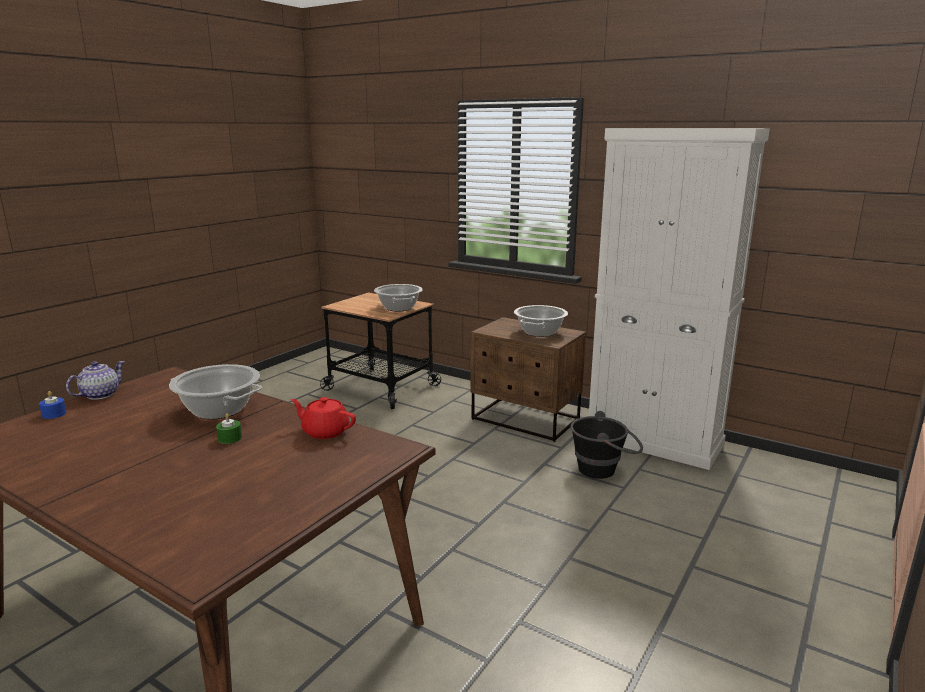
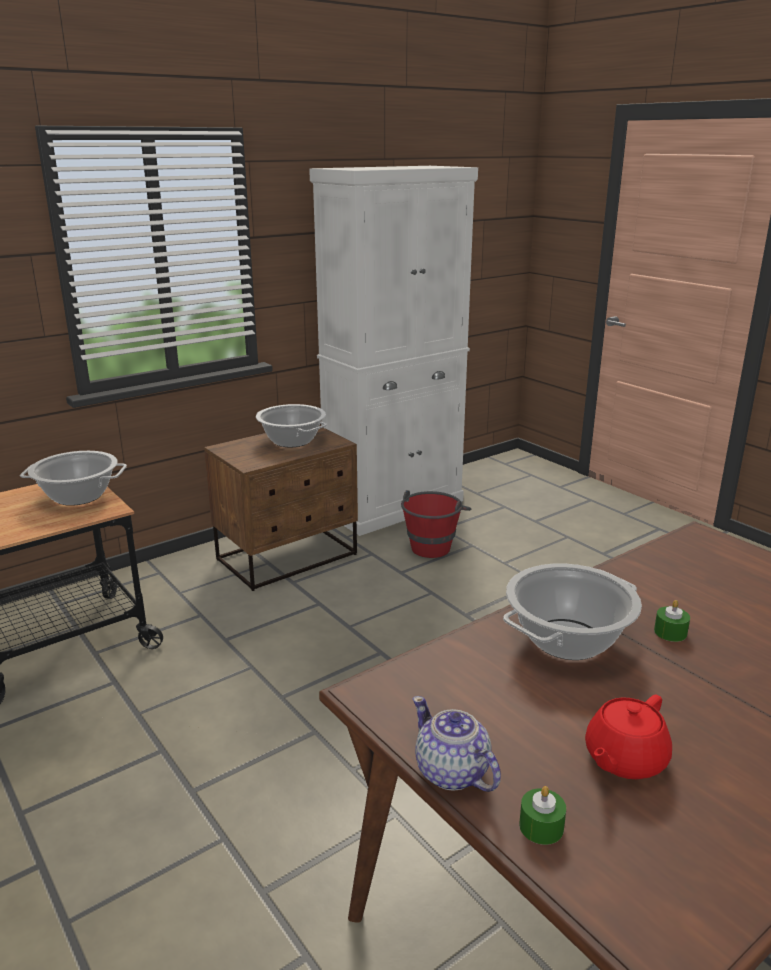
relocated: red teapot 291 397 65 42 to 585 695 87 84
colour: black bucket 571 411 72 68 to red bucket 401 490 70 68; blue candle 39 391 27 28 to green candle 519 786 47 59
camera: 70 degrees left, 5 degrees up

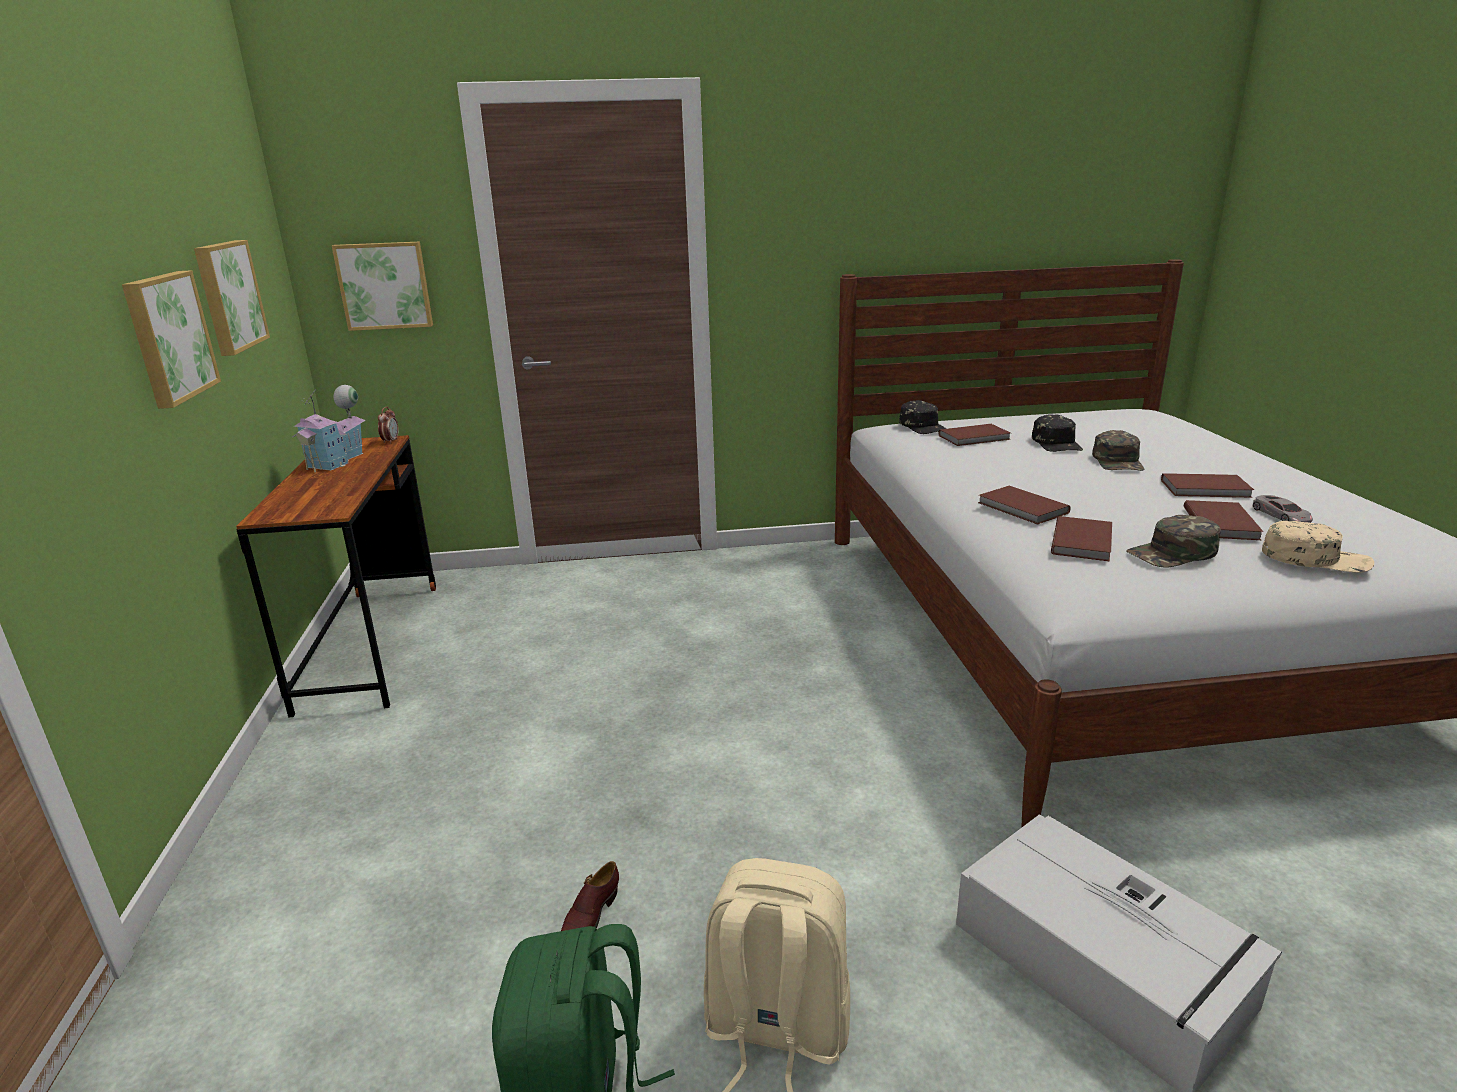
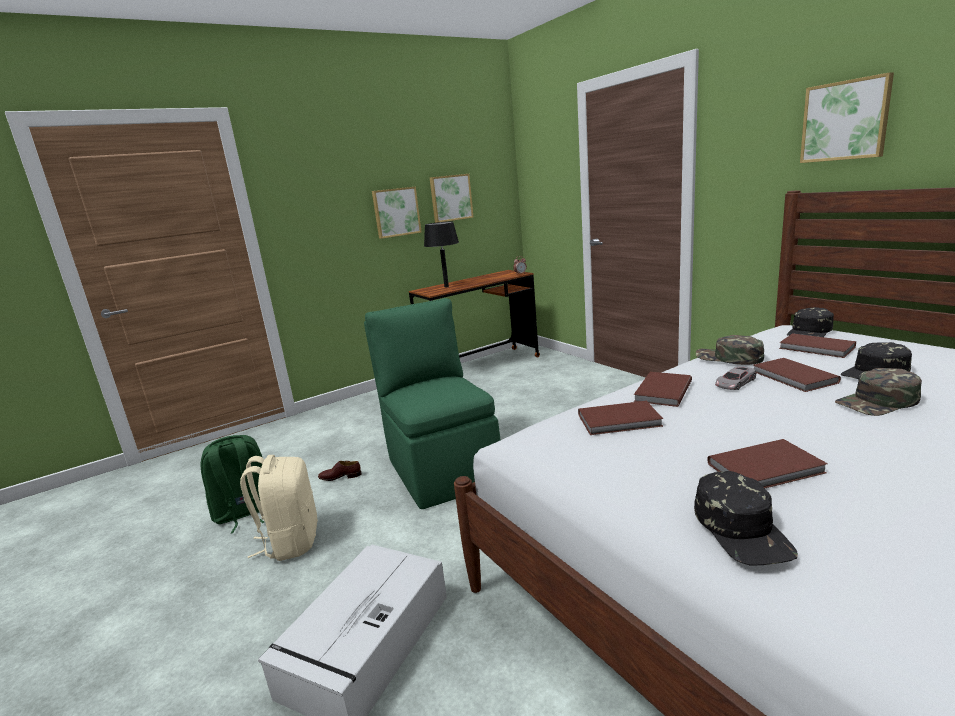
missing: toy house 293 385 73 87
appeared: green chair 364 298 137 211; black table lamp 424 221 35 67
relocated: green cap 1126 515 95 53 to 696 335 68 30; grey toy car 1252 495 61 28 to 715 366 41 24; brown book 1161 473 93 25 to 754 358 87 34; picture 332 242 101 89 to 800 72 94 91
colour: beige cap 1262 521 112 52 to black cap 694 471 104 95
camera: 65 degrees right, 5 degrees down

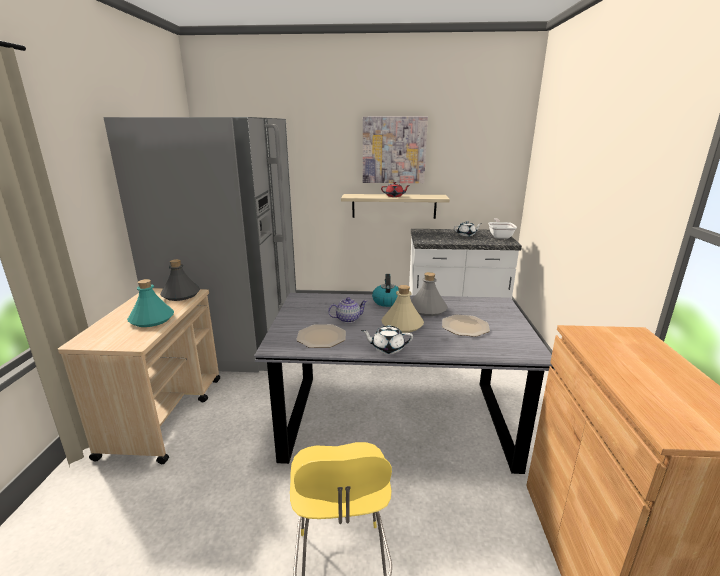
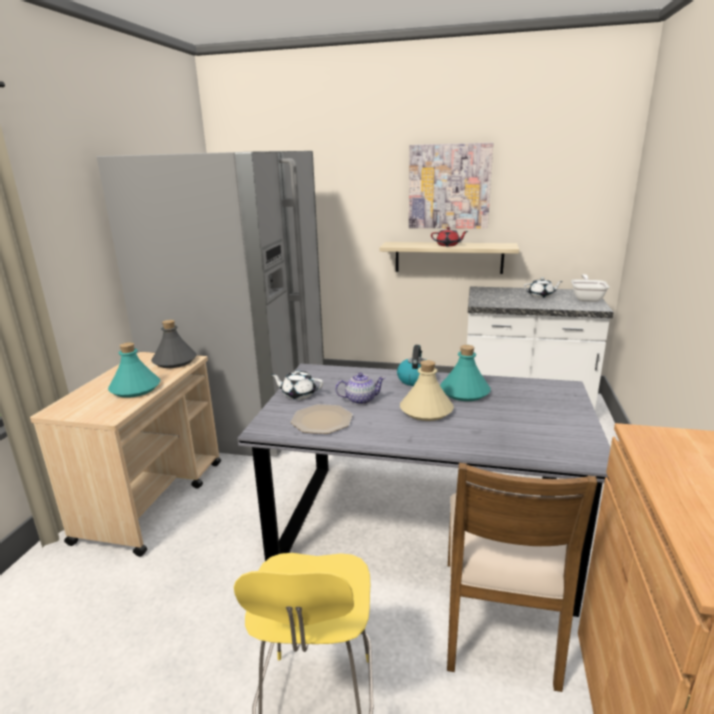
missing: plate 442 315 48 22
appeared: brown chair 447 463 150 229
relocated: white teapot 361 325 52 29 to 271 370 52 30
colour: grey bottle 411 272 37 44 to turquoise bottle 440 345 51 56
camera: 10 degrees right, 0 degrees up

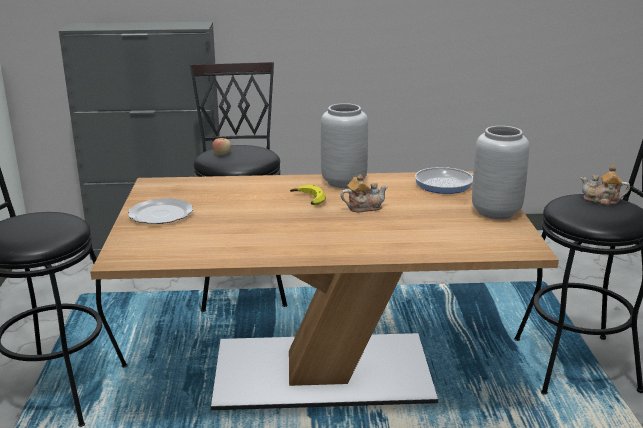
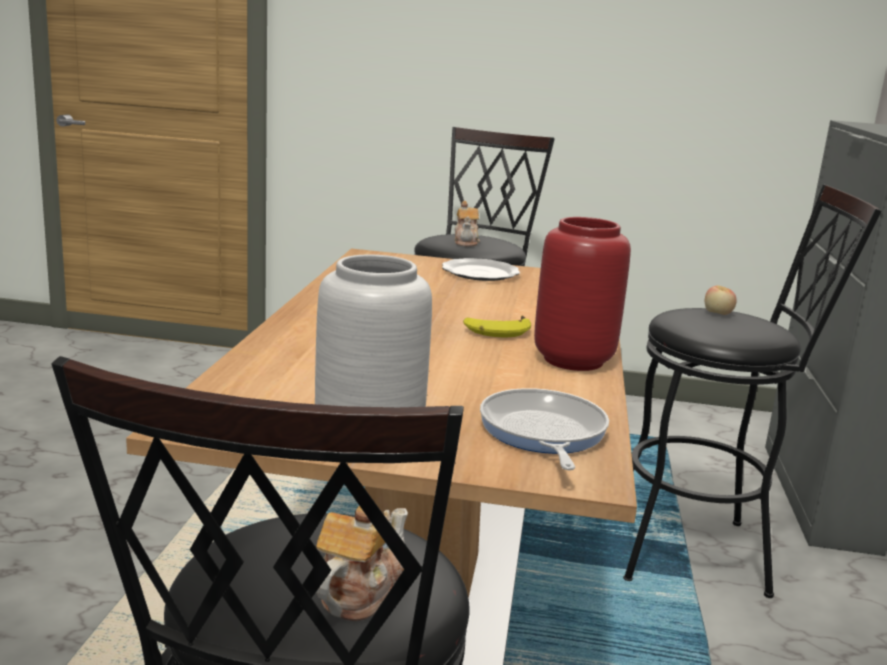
relocated: teapot 341 174 47 38 to 455 201 25 46
colour: grey vase 321 103 47 85 to red vase 534 217 97 154
camera: 100 degrees right, 5 degrees down

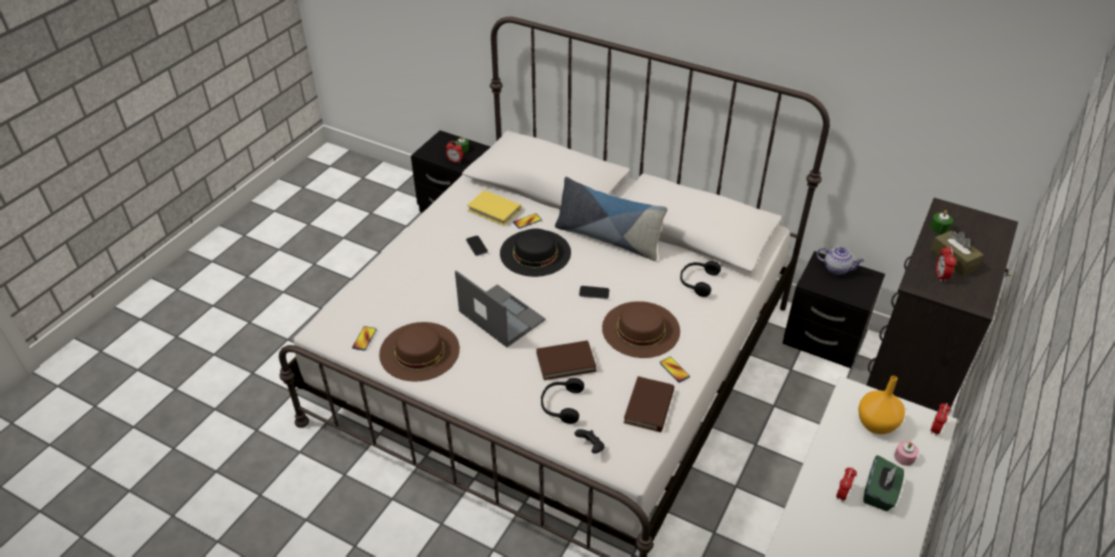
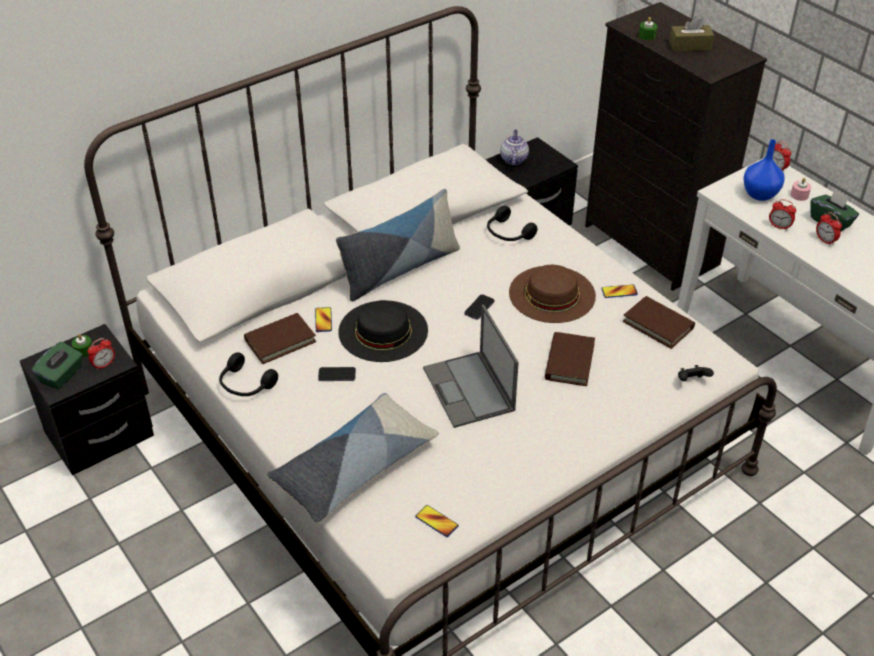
missing: brown hat 379 322 81 60
appeared: green tissue box 32 342 51 48; pillow 266 393 173 130
relocated: black headphones 541 378 43 46 to 219 352 59 44; alarm clock 936 246 20 36 to 769 199 27 32
colour: yellow book 467 190 54 36 to brown book 244 313 72 51; orange vase 858 376 47 58 to blue vase 743 139 41 62
spun: laptop 455 271 90 76 = 423 304 96 124 90 degrees counterclockwise; teapot 816 247 48 28 = 500 129 29 36 45 degrees counterclockwise
camera: 65 degrees left, 0 degrees up

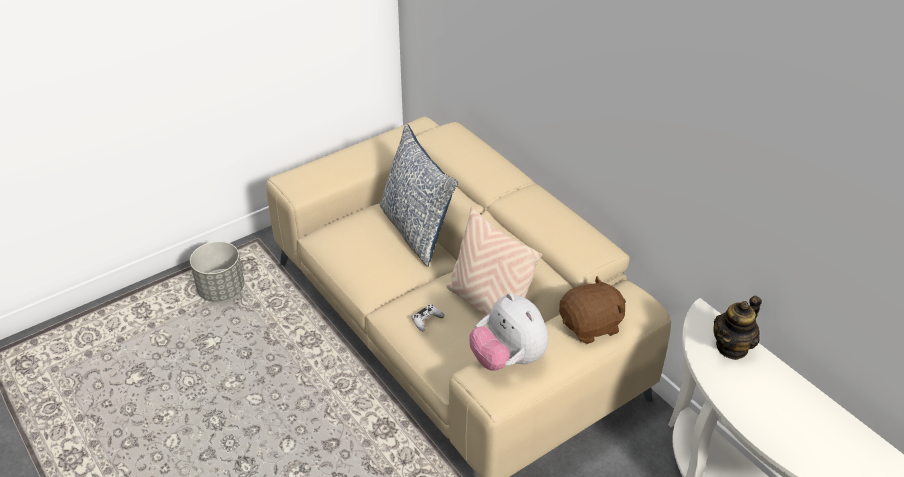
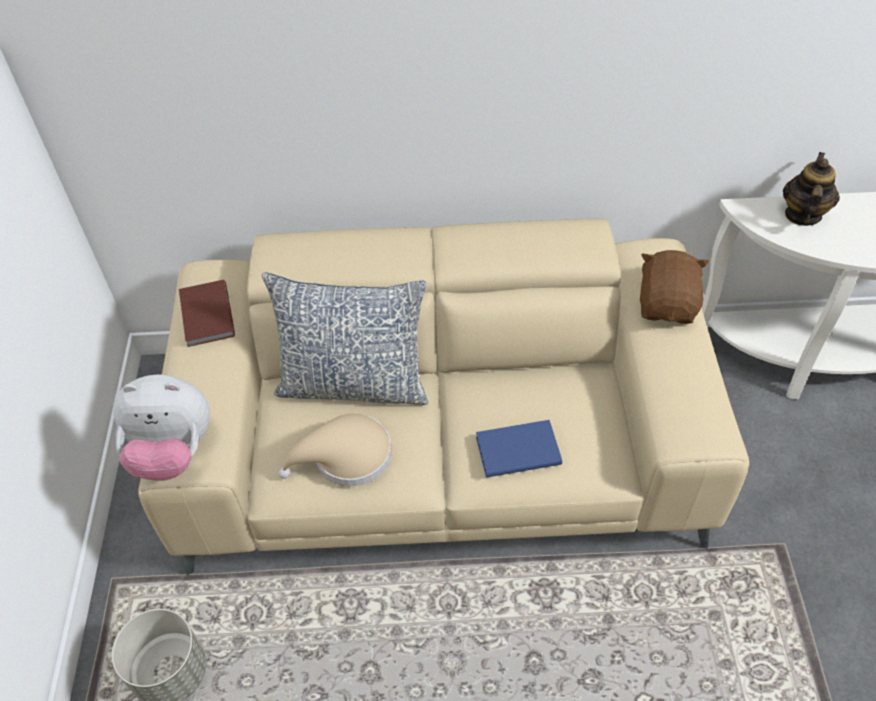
missing: beige pillow 446 207 96 109
appeared: brown book 179 280 56 67; beige hat 279 414 113 72
relocated: plush toy 469 293 79 77 to 113 374 97 107
exchanged: white game controller 411 304 33 27 to blue book 476 420 86 58
spun: teapot 713 296 49 64 = 783 152 57 74 150 degrees counterclockwise
camera: 55 degrees left, 10 degrees up

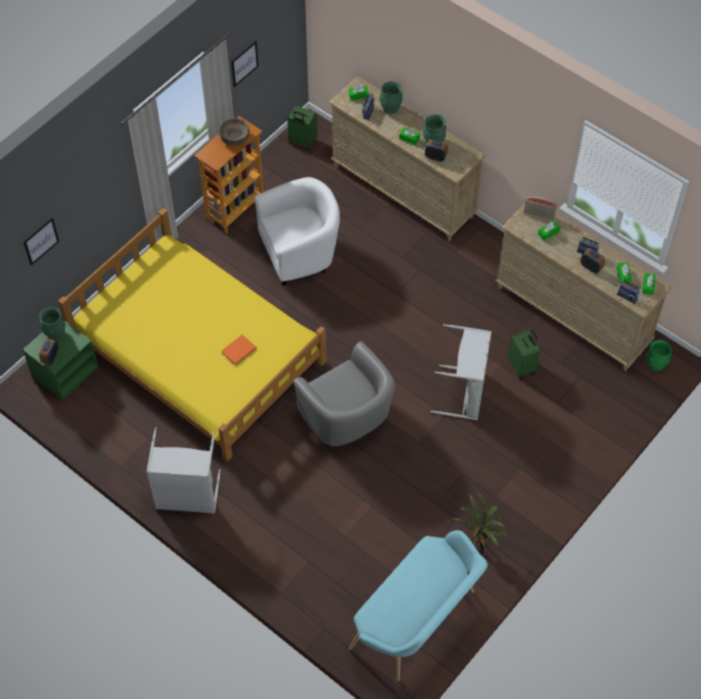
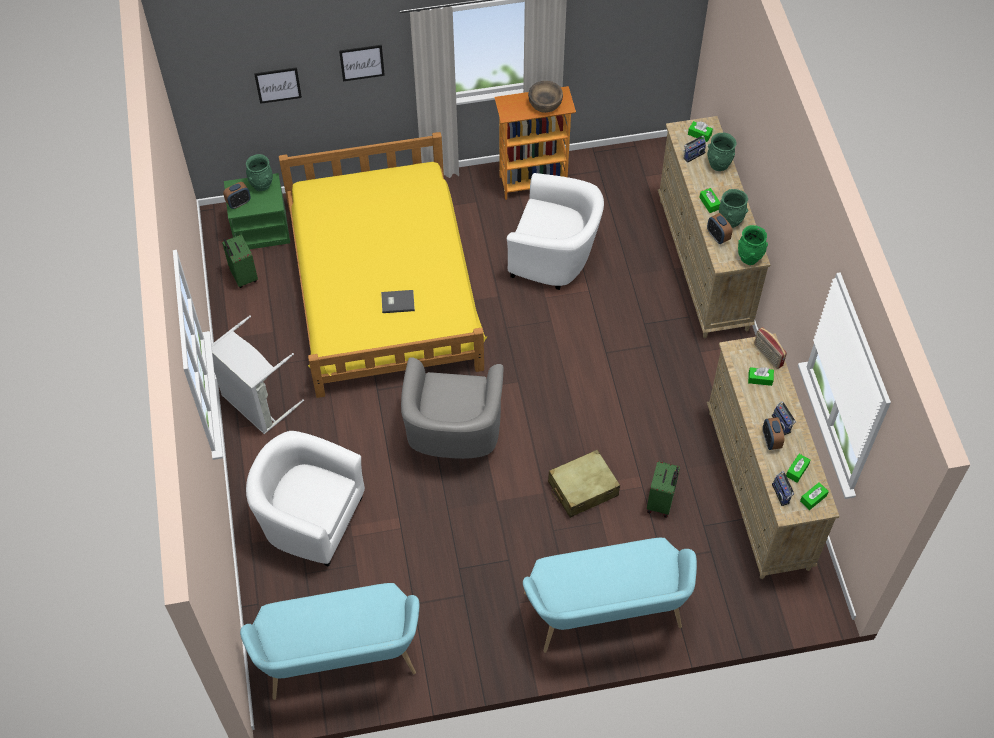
missing: potted plant 453 492 54 62
appeared: white armchair 246 431 119 136; turquoise bench 523 538 174 115
relocated: green suitcase 287 106 30 43 to 222 234 36 54; picture 231 41 27 46 to 339 45 46 37; green vase 647 340 25 31 to 738 225 30 40
exchanged: grey laundry basket 431 324 60 96 to beige suitcase 548 450 72 68
colour: orange book 221 335 36 30 to grey book 381 290 34 23
camera: 40 degrees right, 0 degrees up

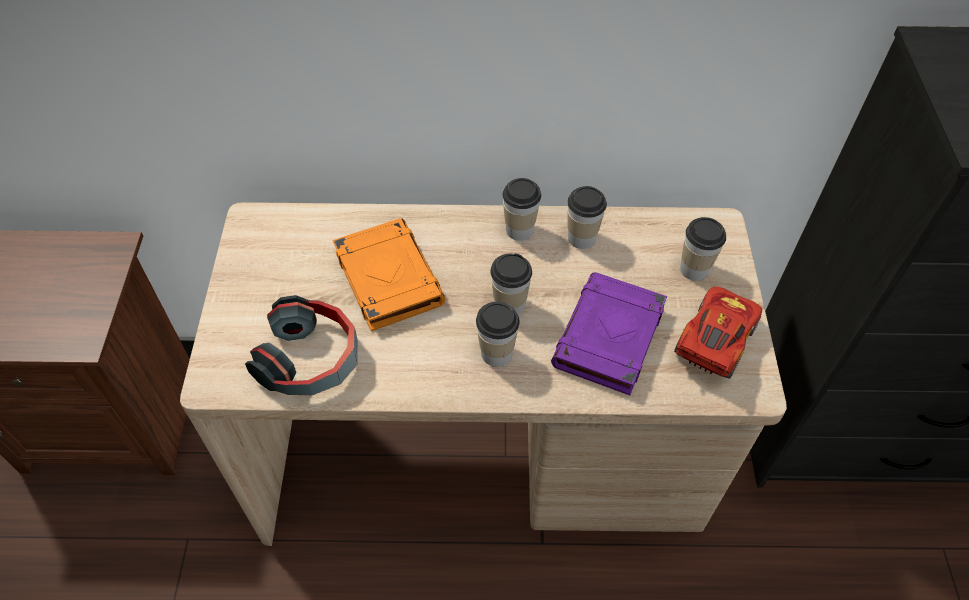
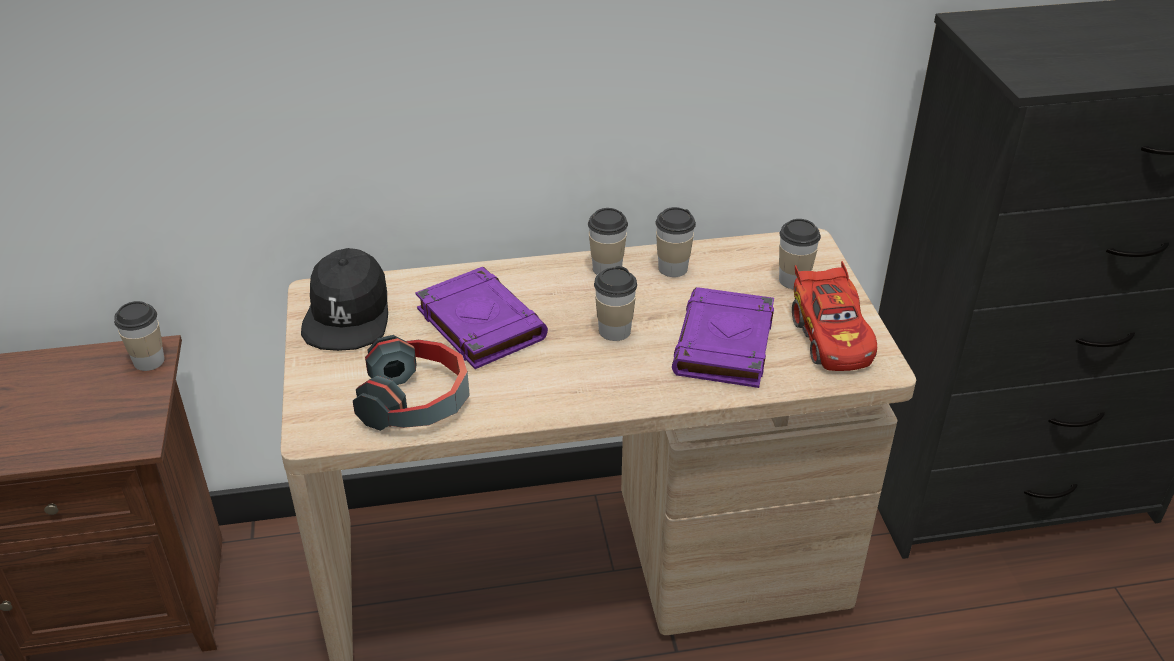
appeared: black cap 301 248 87 103
relocated: cup 476 302 44 65 to 114 301 51 70
colour: orange book 333 218 113 113 to purple book 415 267 133 102
spun: red toy car 674 286 88 93 = 792 261 85 110 150 degrees clockwise
camera: 10 degrees left, 15 degrees down

